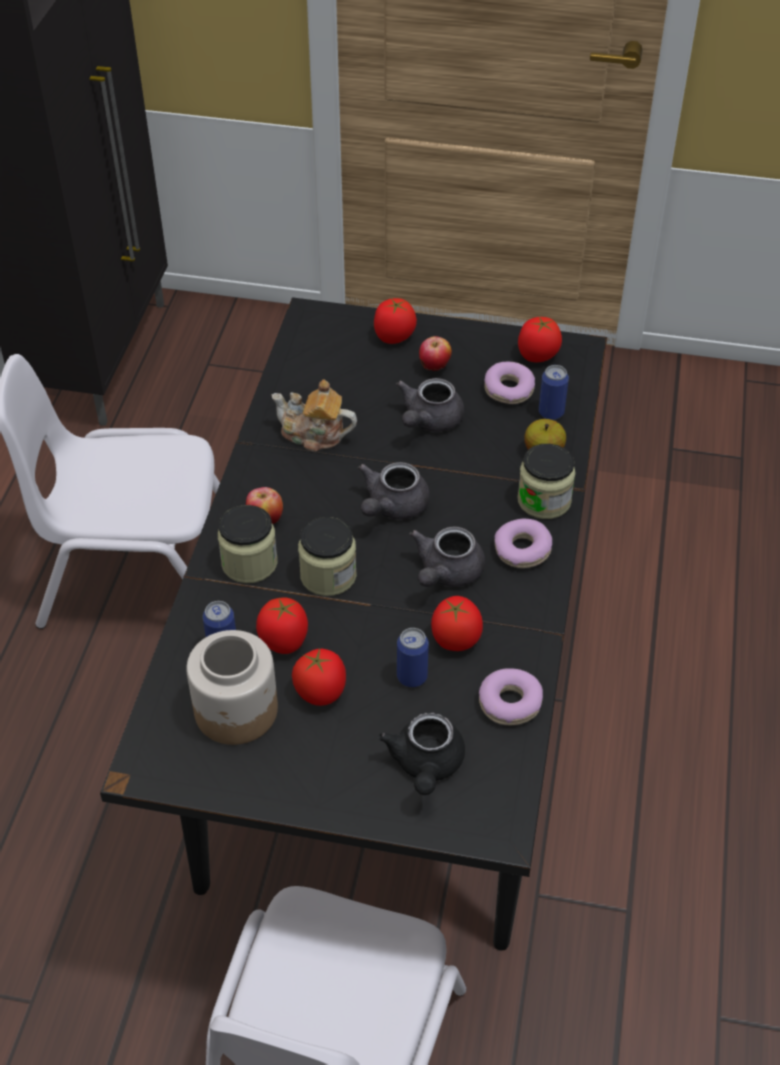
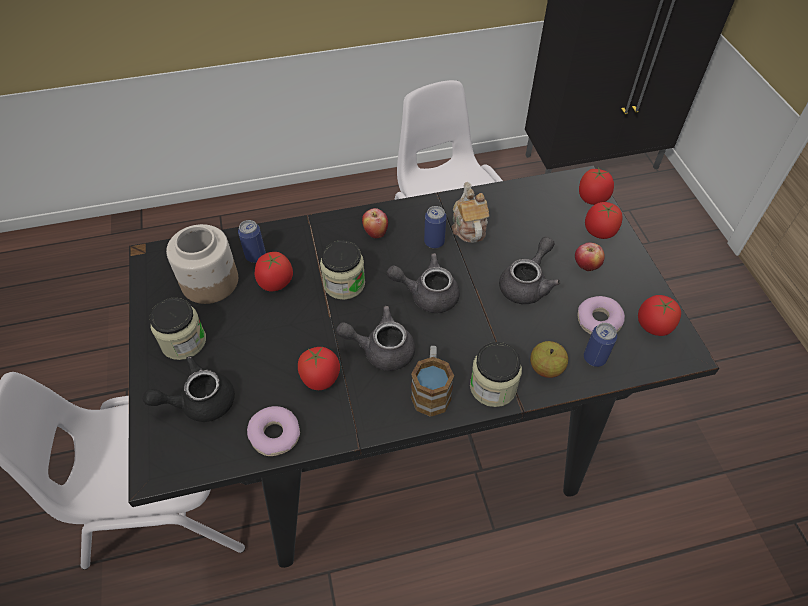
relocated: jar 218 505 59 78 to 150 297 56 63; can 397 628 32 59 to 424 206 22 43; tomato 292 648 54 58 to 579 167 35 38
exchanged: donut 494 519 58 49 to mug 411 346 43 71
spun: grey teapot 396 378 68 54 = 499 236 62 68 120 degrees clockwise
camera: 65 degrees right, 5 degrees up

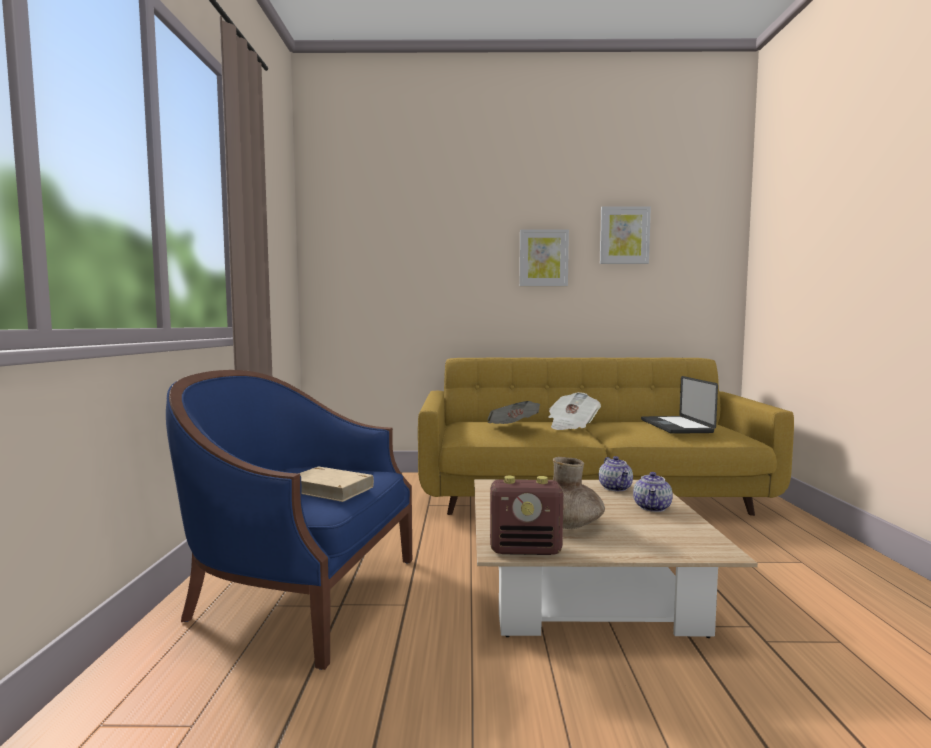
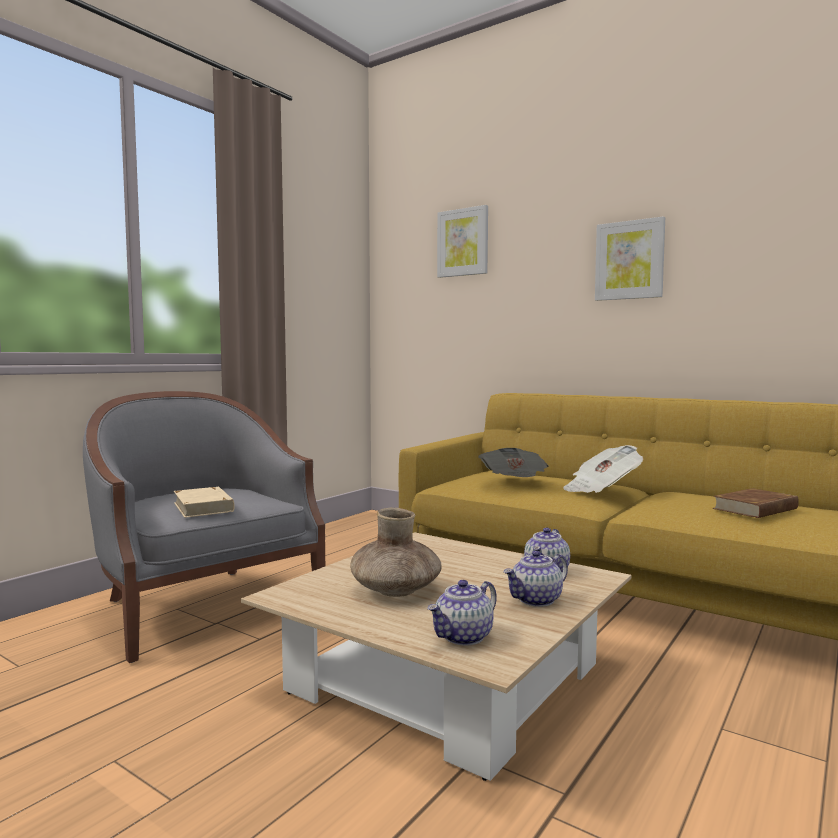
missing: radio 490 476 73 79
appeared: teapot 427 580 70 66
relocated: picture 600 206 51 58 to 437 205 51 73
exchanged: laptop 641 376 77 58 to brown book 713 488 86 30
colour: blue armchair 166 370 246 300 to grey armchair 83 391 242 272
camera: 35 degrees right, 0 degrees up

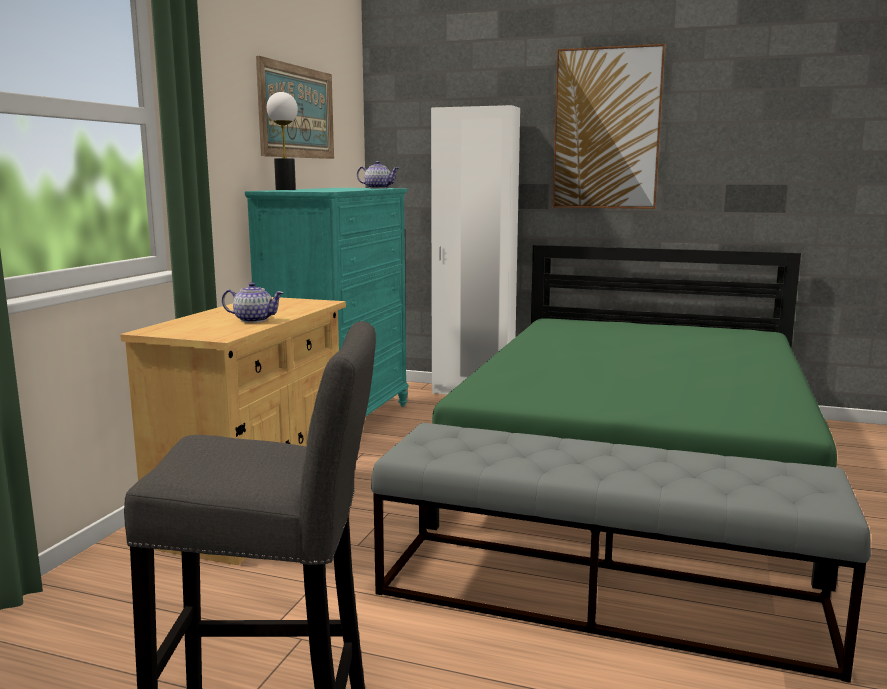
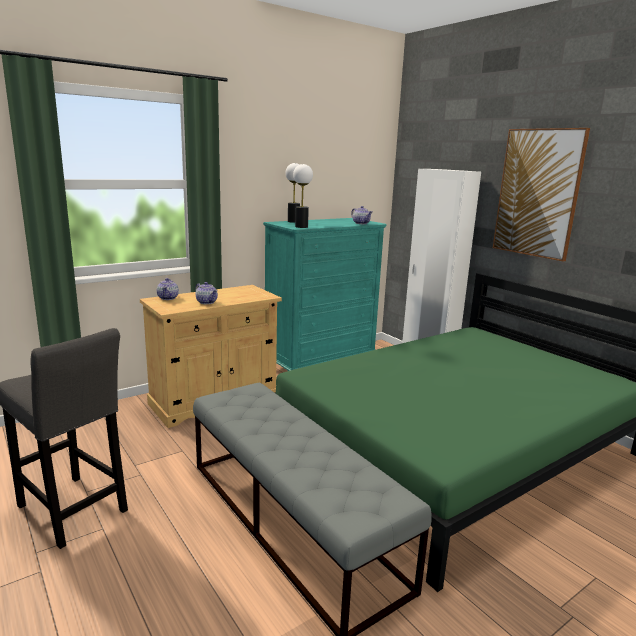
missing: picture 256 56 78 103
appeared: teapot 157 278 22 22; table lamp 293 164 20 64
camera: 35 degrees right, 5 degrees up

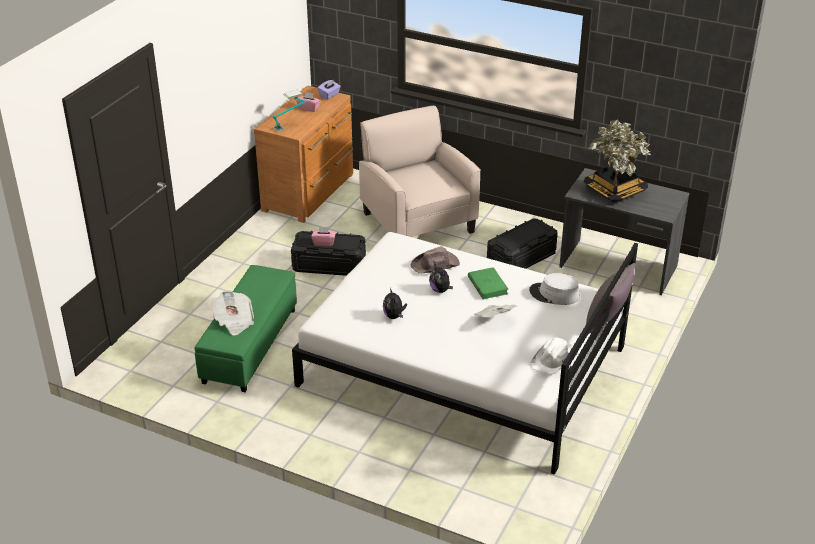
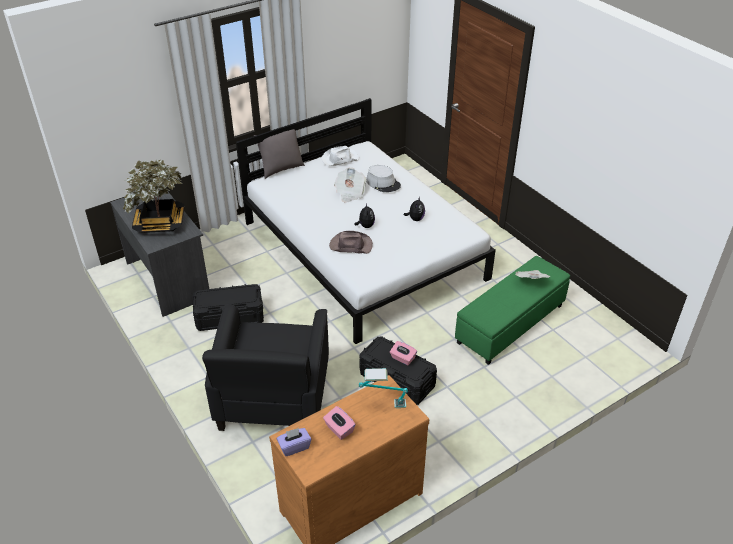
missing: green book 468 267 40 32
relocated: grey hat 529 273 51 32 to 366 165 35 27
colour: beige armchair 359 106 122 131 to black armchair 202 304 127 127
camera: 150 degrees left, 5 degrees up

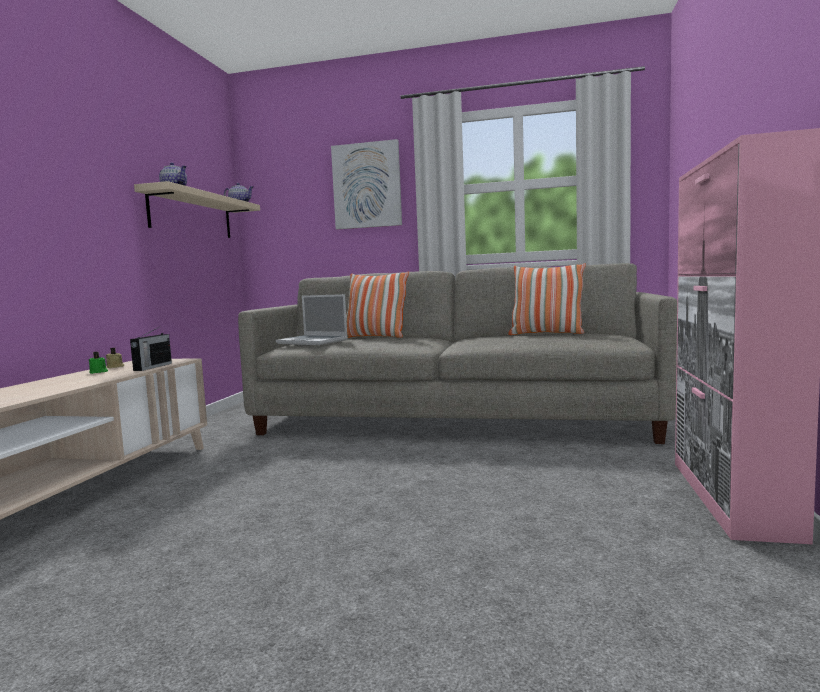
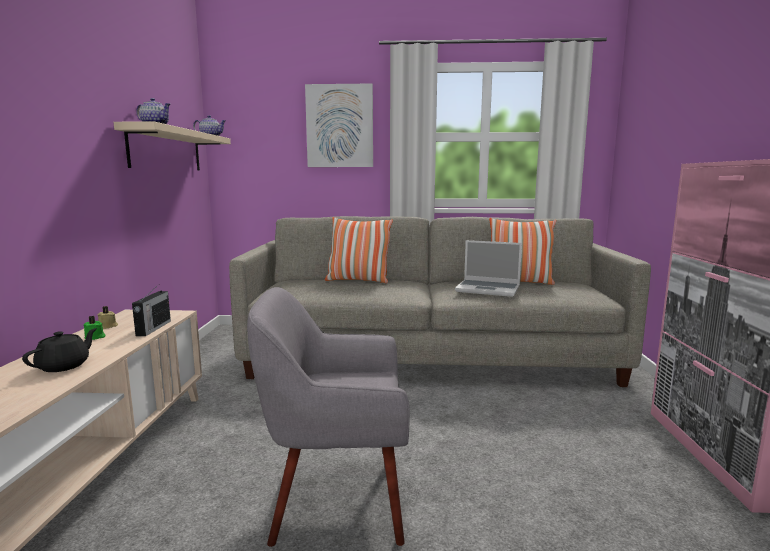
appeared: black teapot 22 328 75 44; grey armchair 247 287 163 260
relocated: laptop 276 294 72 51 to 455 240 67 57
camera: 10 degrees left, 5 degrees up

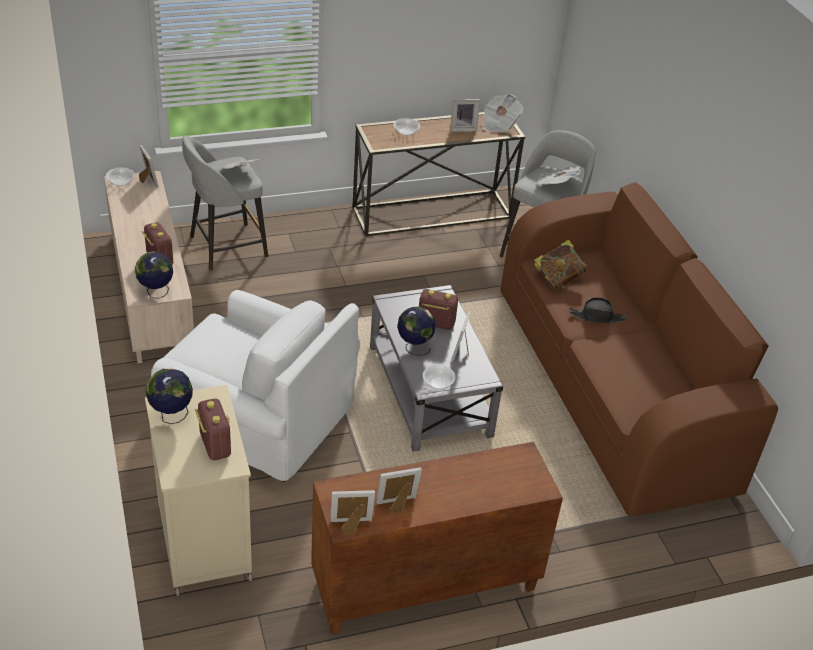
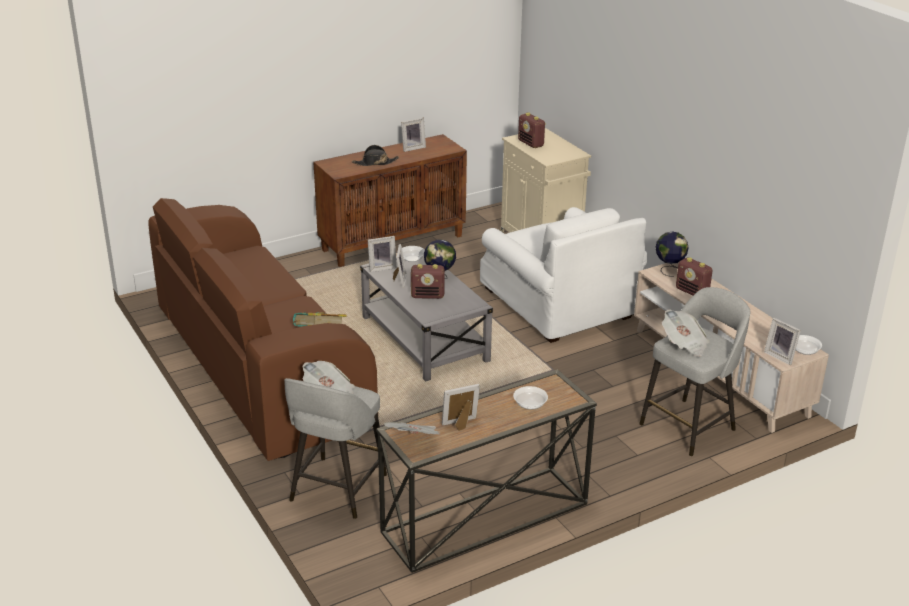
missing: globe 146 368 47 56
relocated: black hat 569 297 58 26 to 352 145 47 21; picture frame 330 490 45 44 to 368 236 29 36
spun: white armchair 146 290 214 192 = 480 207 168 136 135 degrees counterclockwise
camera: 170 degrees right, 10 degrees down

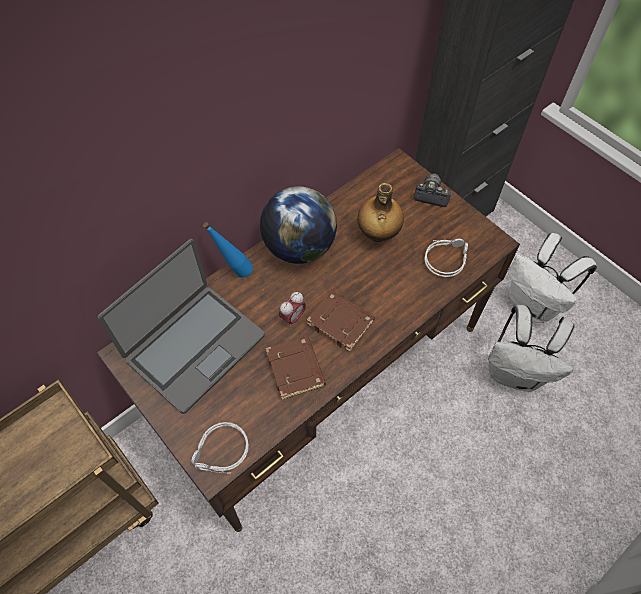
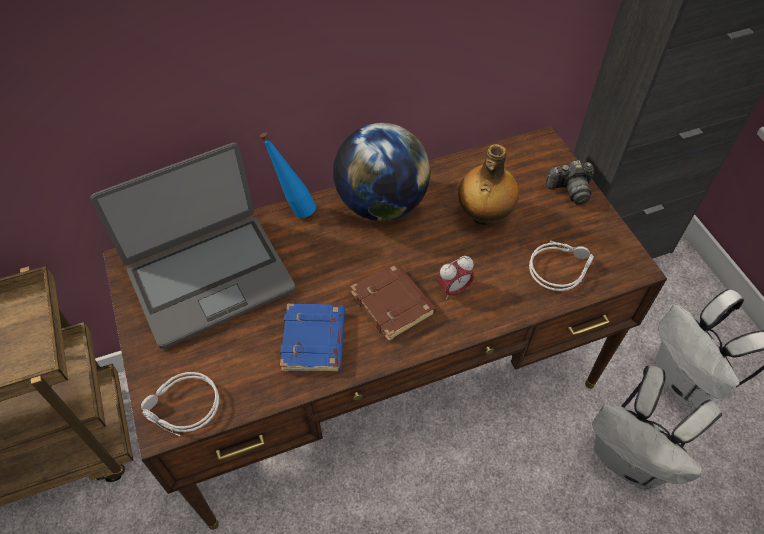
relocated: alarm clock 279 292 27 35 to 437 256 37 43
colour: brown book 266 336 60 64 to blue book 280 304 65 68
spun: photo camera 414 173 37 34 = 546 160 48 45 135 degrees clockwise
camera: 20 degrees right, 5 degrees down

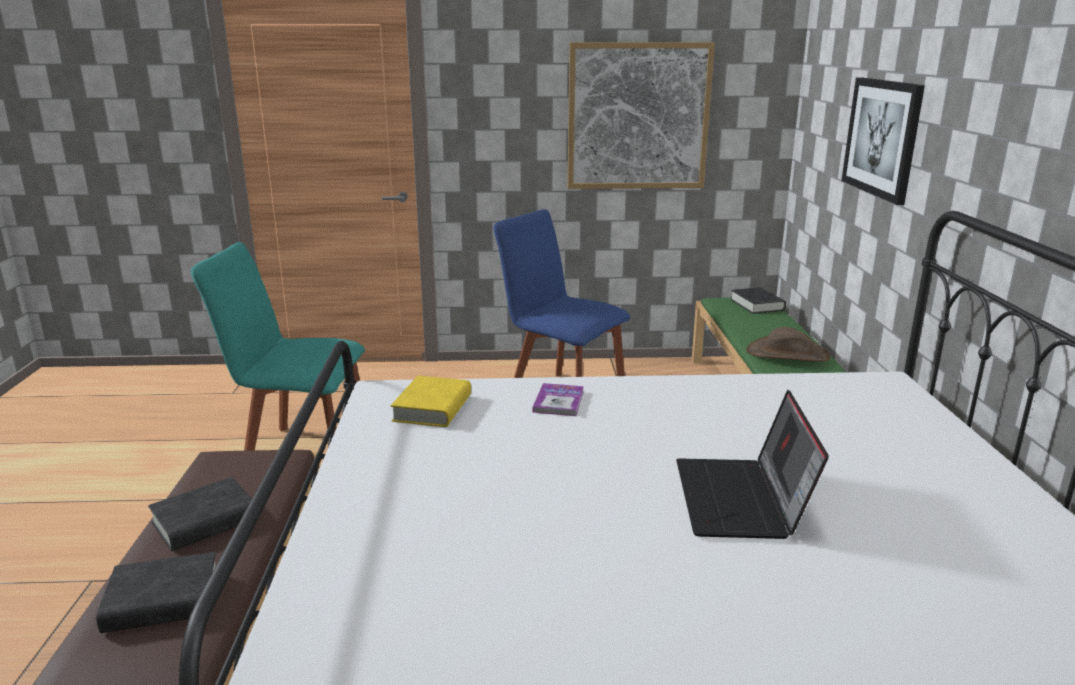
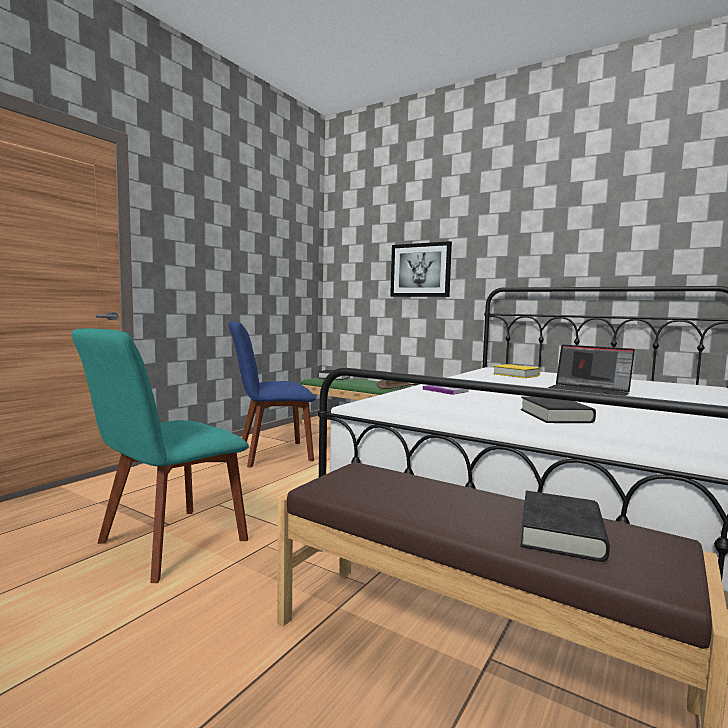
missing: picture 568 42 147 147
relocated: yellow book 391 376 80 51 to 493 364 47 14; black book 148 477 104 74 to 521 396 75 27
camera: 55 degrees left, 15 degrees down

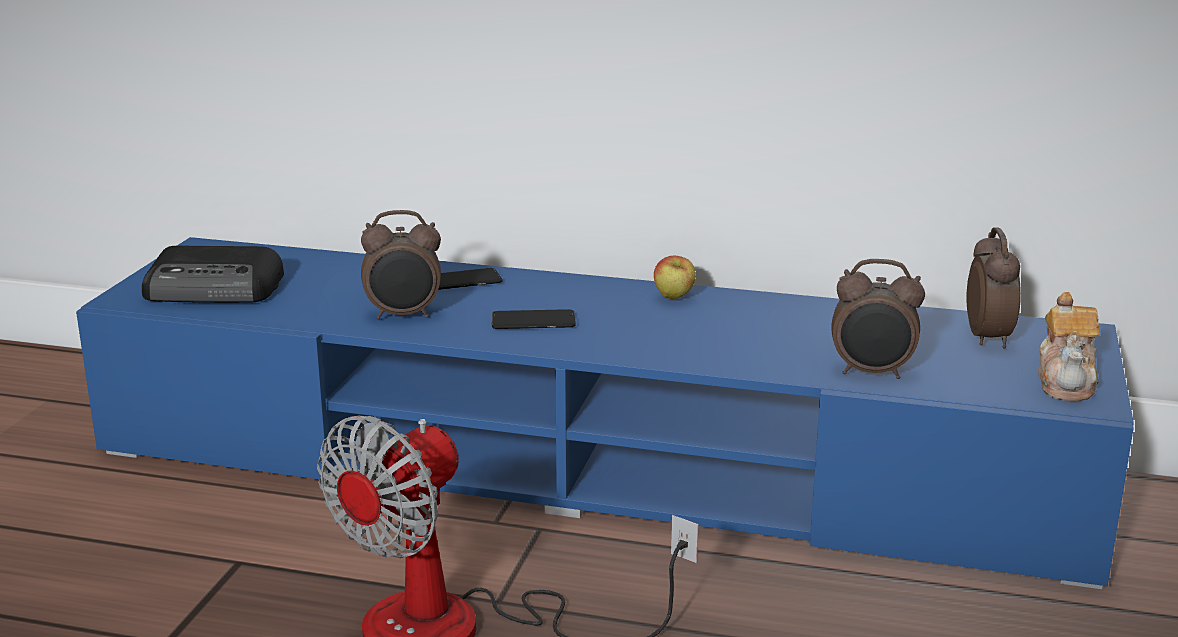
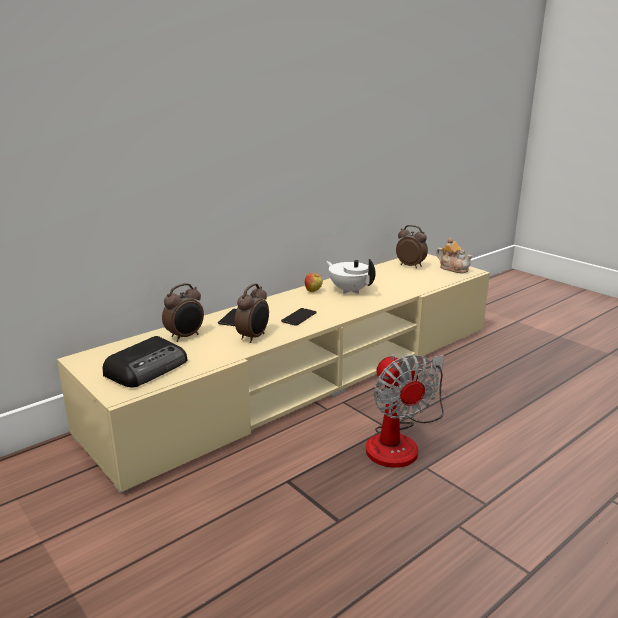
appeared: white teapot 326 259 50 35
relocated: alarm clock 831 259 94 120 to 162 283 42 59
colour: blue tv stand 76 237 1058 352 to beige tv stand 57 254 433 239
camera: 55 degrees left, 0 degrees up

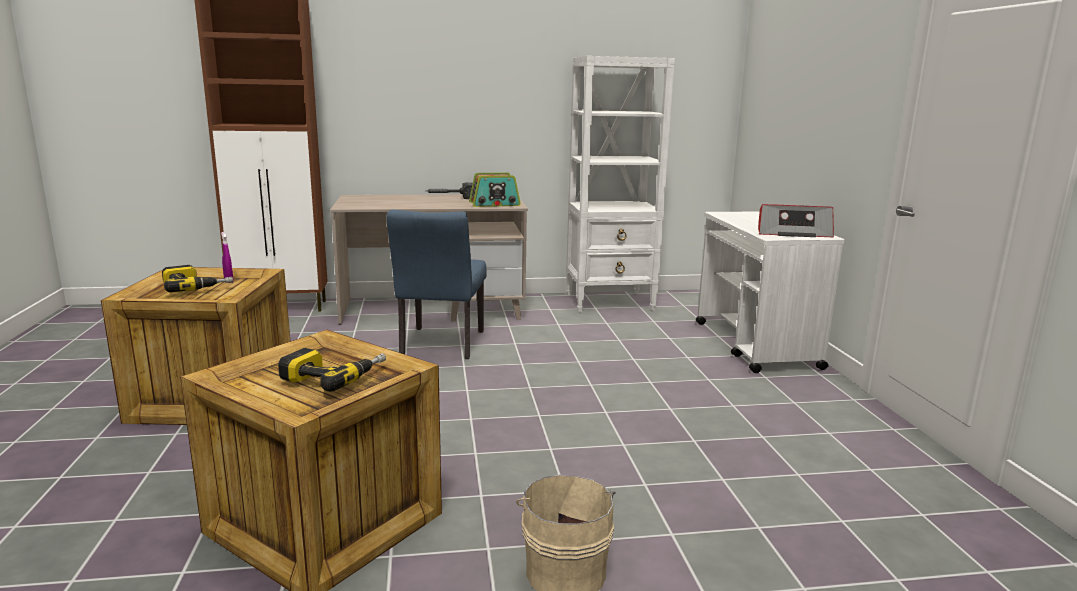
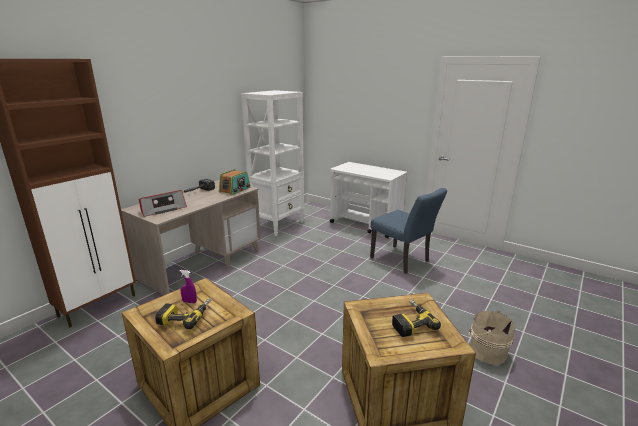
relocated: radio 758 204 76 33 to 139 190 48 27; blue chair 386 210 101 149 to 370 188 77 86
camera: 45 degrees left, 5 degrees up

